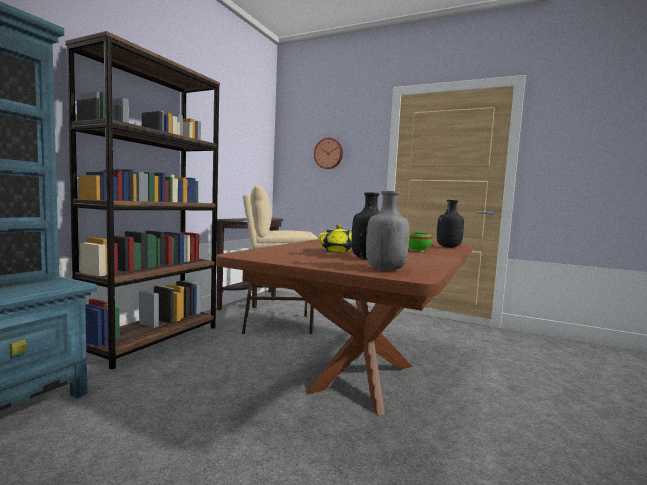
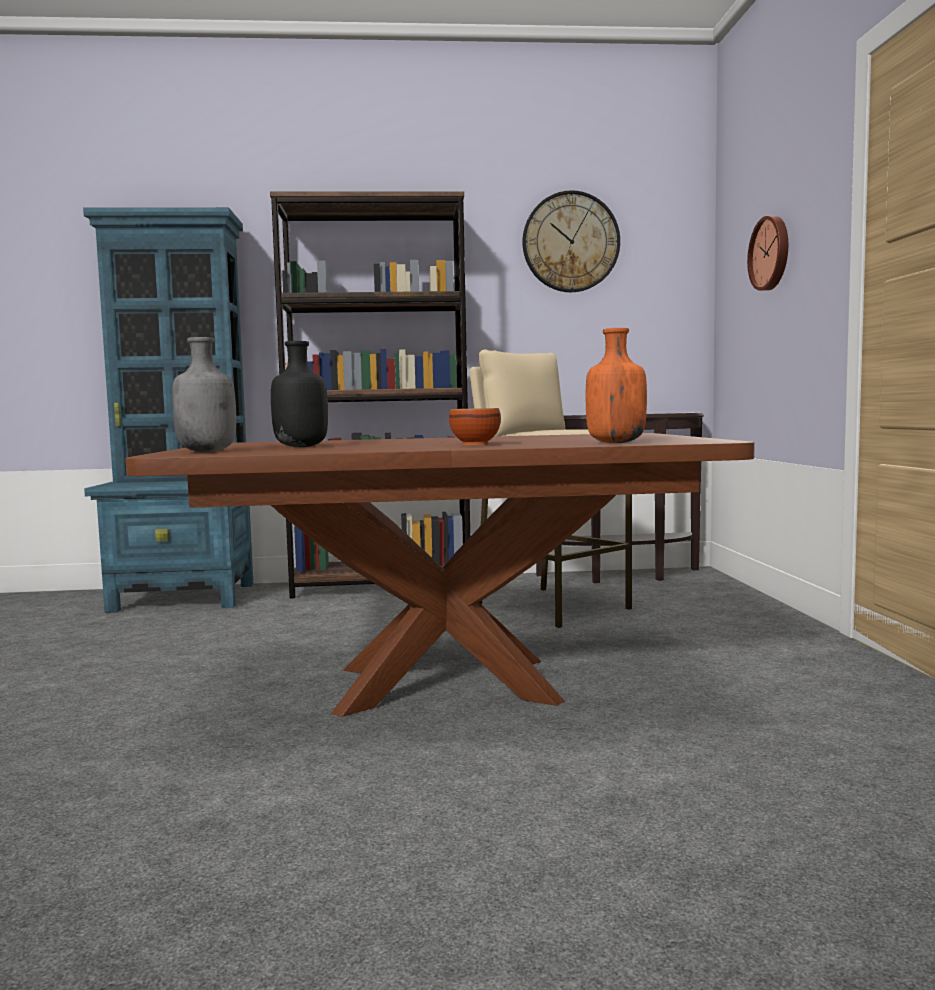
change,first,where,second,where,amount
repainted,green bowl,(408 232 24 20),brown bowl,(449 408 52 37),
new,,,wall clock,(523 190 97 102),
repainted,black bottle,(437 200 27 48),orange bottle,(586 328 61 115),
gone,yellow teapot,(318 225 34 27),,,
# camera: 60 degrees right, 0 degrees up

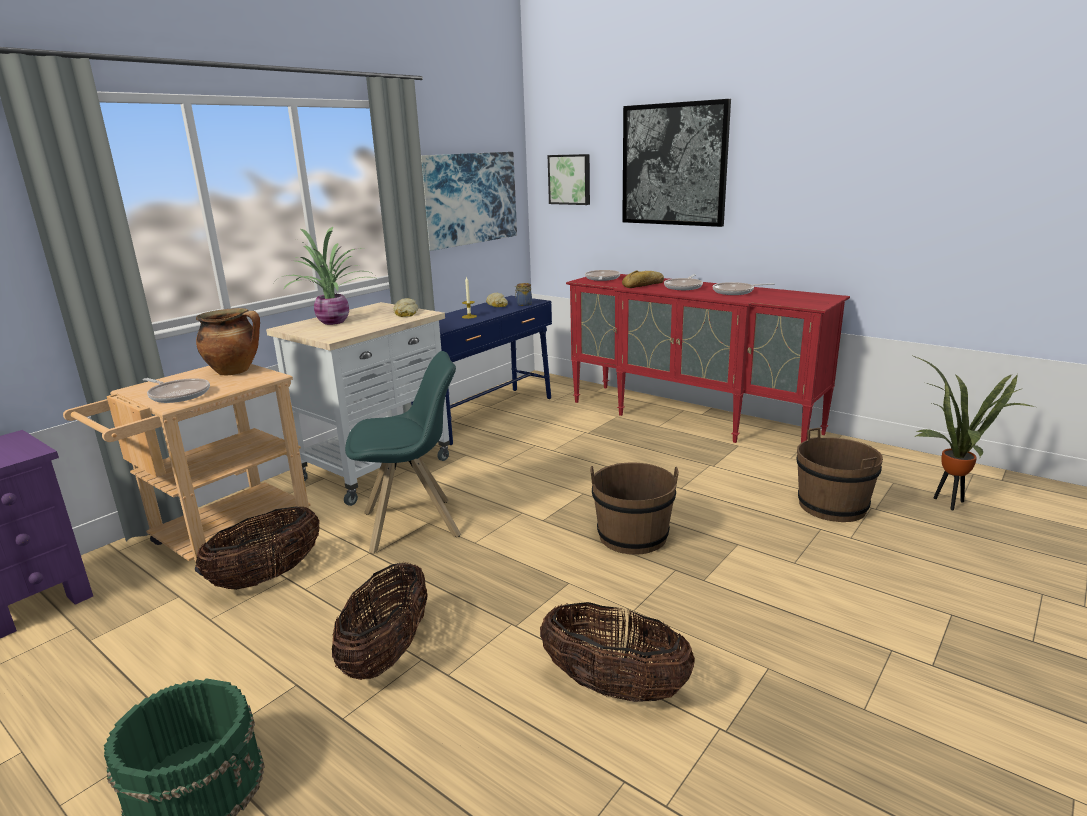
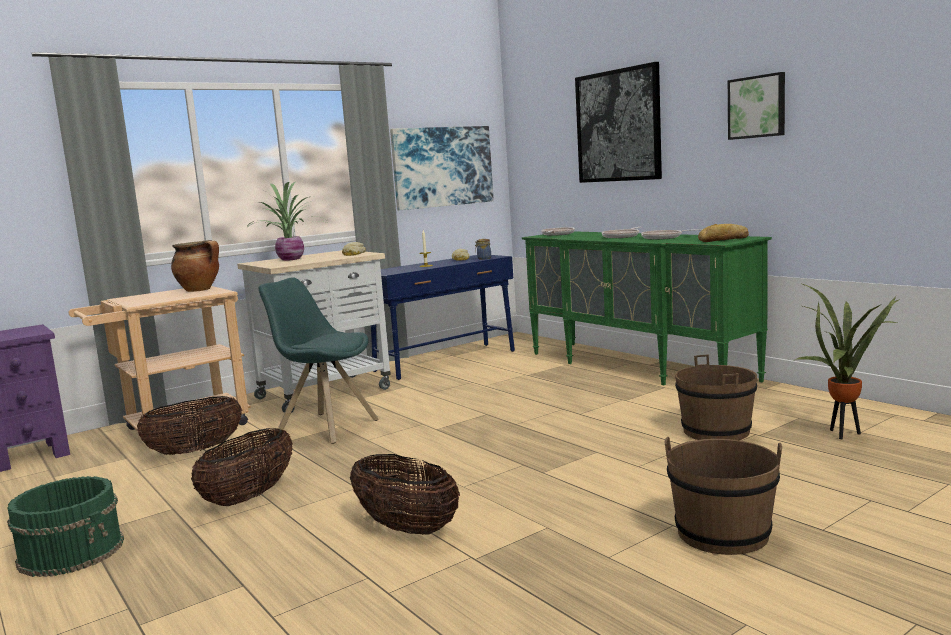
change,first,where,second,where,amount
rotated,turquoise chair,(345 351 116 203),,(259 277 120 167),150 degrees counterclockwise
repainted,red cabinet,(566 274 284 169),green cabinet,(522 231 250 154),
shifted,brown bucket,(590 462 89 93),,(665 437 117 118),
shifted,bread,(622 270 42 18),,(698 224 51 18),
shifted,picture,(548 154 42 51),,(728 72 57 68),
gone,frying pan,(143 378 67 25),,,
# camera: 15 degrees right, 10 degrees down

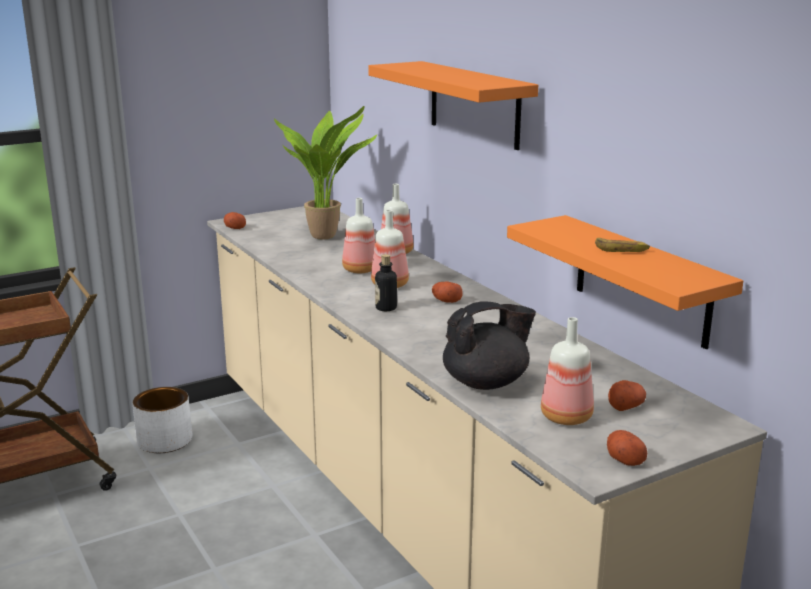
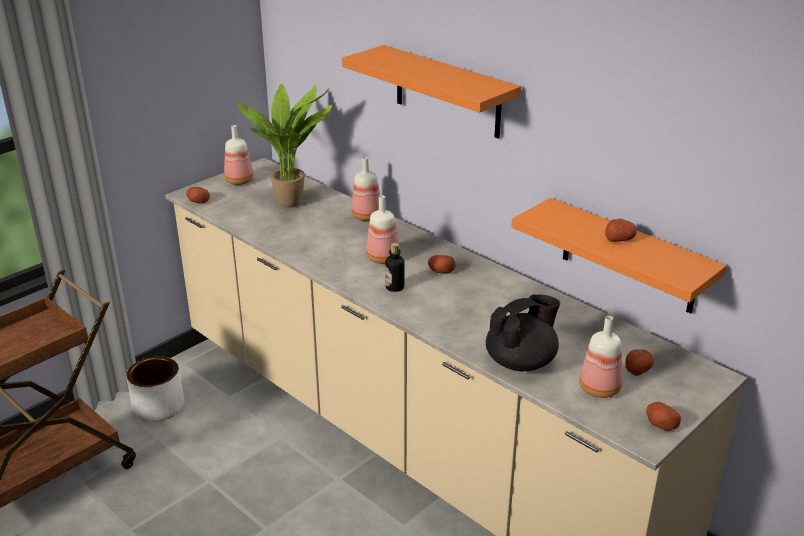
change,first,where,second,where,amount
shifted,bottle,(342 198 33 75),,(224 125 30 60),
swapped,banana,(595 238 55 14),potato,(605 219 32 23),
# camera: 15 degrees left, 10 degrees up

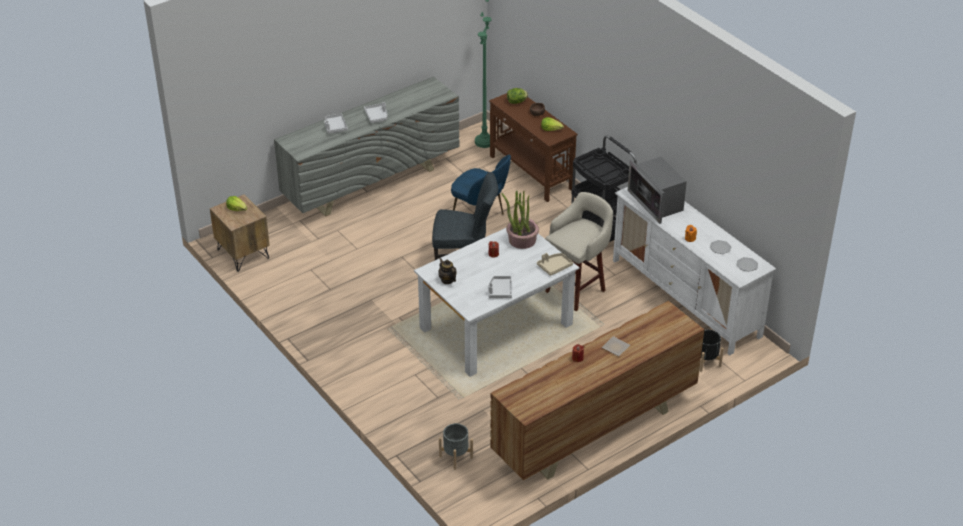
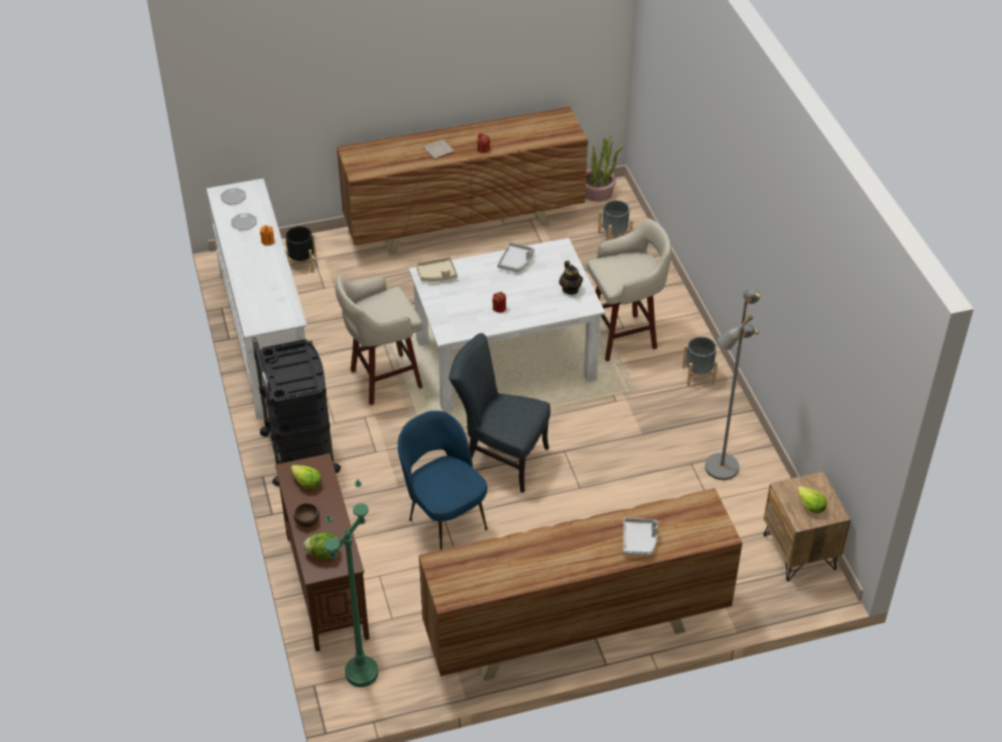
change,first,where,second,where,amount
repainted,grey cabinet,(274 76 185 140),brown cabinet,(419 488 323 193),
shifted,potted plant,(501 191 38 58),,(585 135 38 67),
new,,,beige stool,(587 218 85 144),
new,,,grey planter,(682 337 36 49),
new,,,grey floor lamp,(705 287 55 193),
gone,grey tray,(364 102 23 21),,,
gone,microwave,(628 157 59 67),,,
# camera: 160 degrees left, 5 degrees up

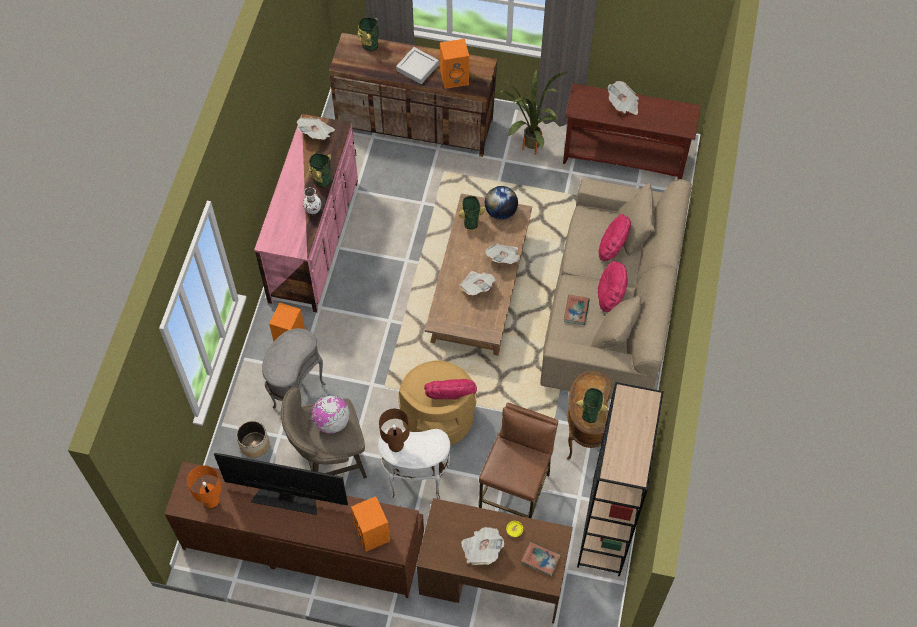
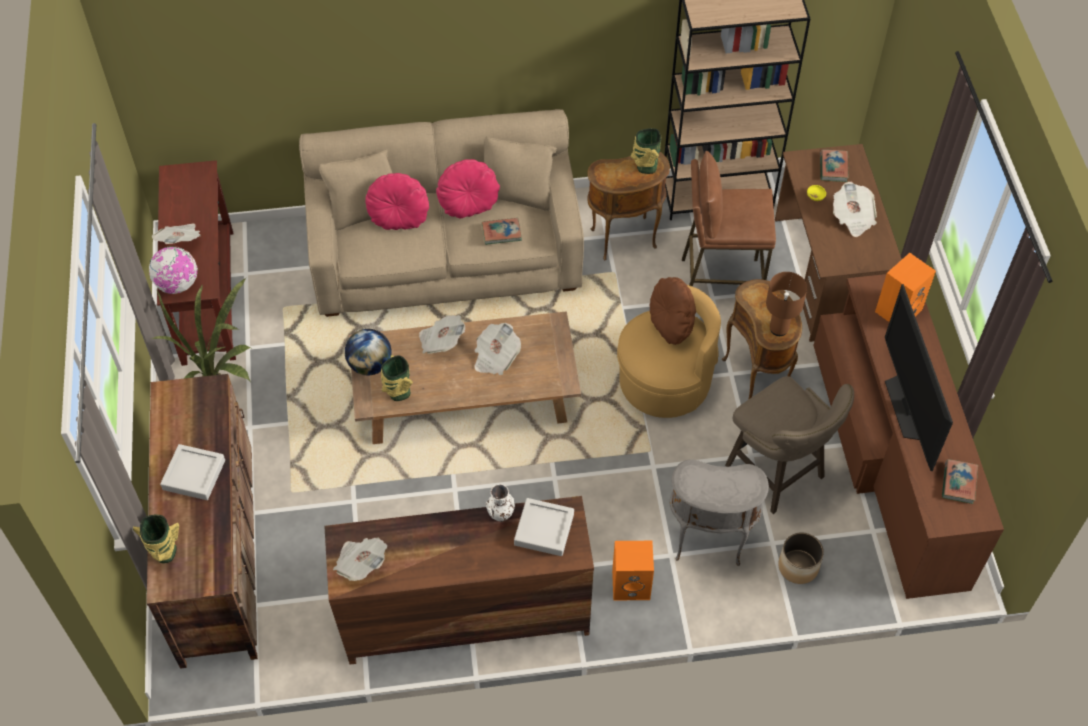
change,first,where,second,where,amount
shifted,globe,(312 395 38 39),,(149 246 49 48),
repainted,pink cabinet,(254 114 104 199),brown cabinet,(324 496 270 168),
new,,,grey tray,(514 498 60 58),
repainted,pink pillow,(424 379 53 21),brown pillow,(650 277 46 68),
repainted,white side table,(378 428 72 71),brown side table,(722 279 80 121),
swapped,orange table lamp,(187 465 35 44),book,(942 459 36 45),
gone,vase,(309 153 22 35),,,
gone,orange speaker,(440 39 29 50),,,
# camera: 110 degrees left, 5 degrees down

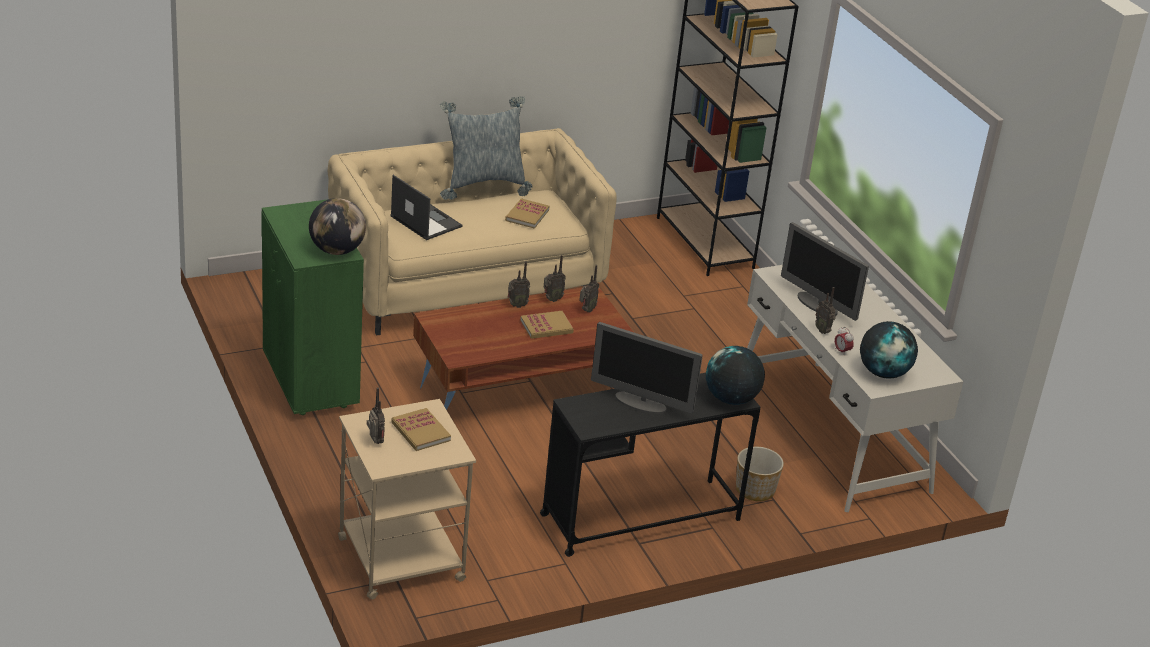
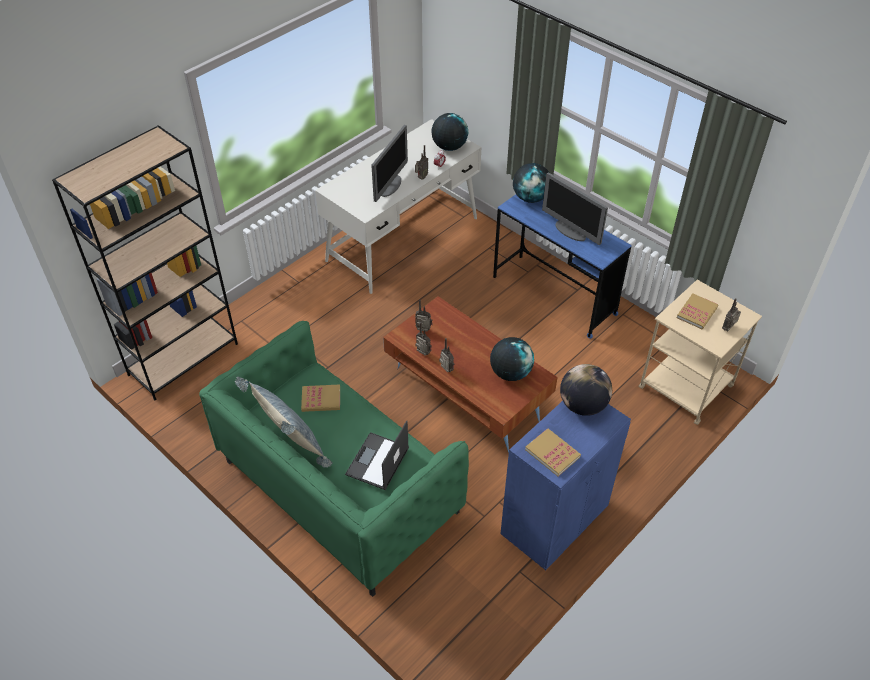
change,first,where,second,where,amount
repainted,beige sofa,(328 128 289 208),green sofa,(199 321 270 276),
new,,,globe,(490 337 44 44),
repainted,black desk,(540 373 220 184),blue desk,(493 194 139 145),
repainted,green cabinet,(261 199 103 216),blue cabinet,(500 401 131 169),
shifted,book,(520 311 54 28),,(525 428 56 48),
rotated,monitor,(591 322 112 92),,(542 172 66 73),135 degrees clockwise
gone,planter,(736 447 48 54),,,
# camera: 110 degrees left, 15 degrees up

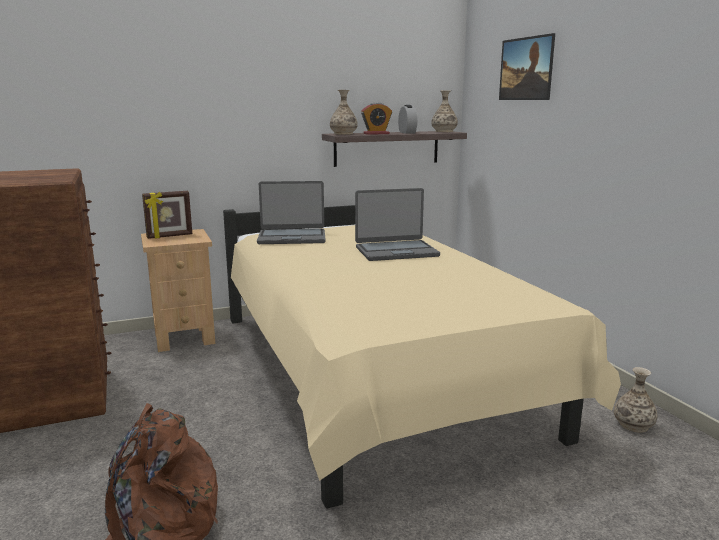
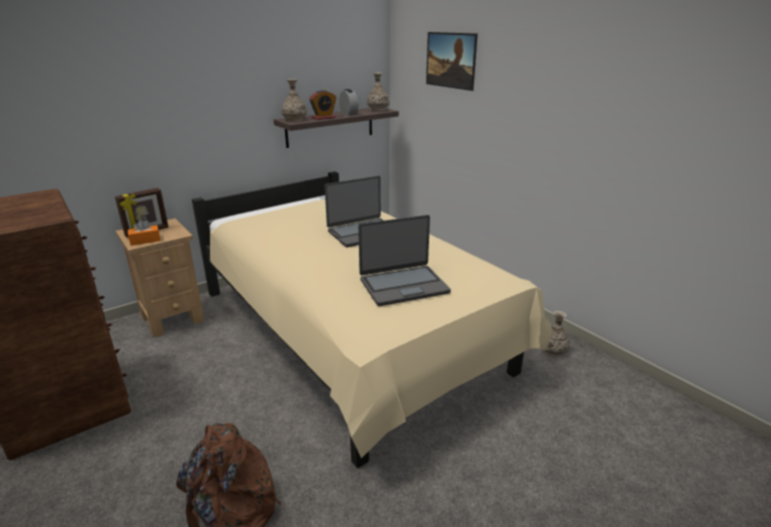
change,first,where,second,where,amount
new,,,orange tissue box,(128 219 33 27),
shifted,laptop,(257 181 69 63),,(358 215 93 91),
# camera: 15 degrees left, 10 degrees up

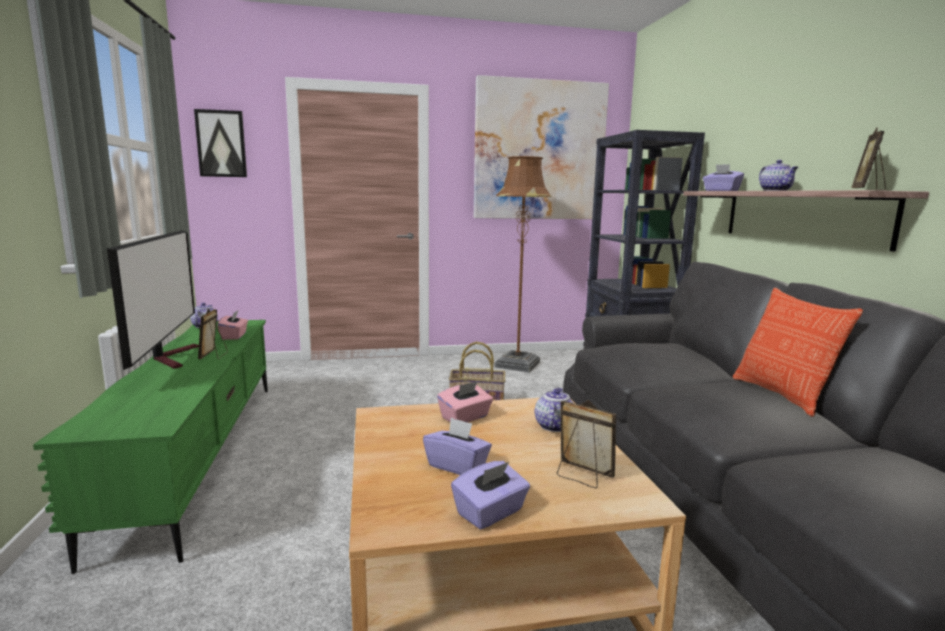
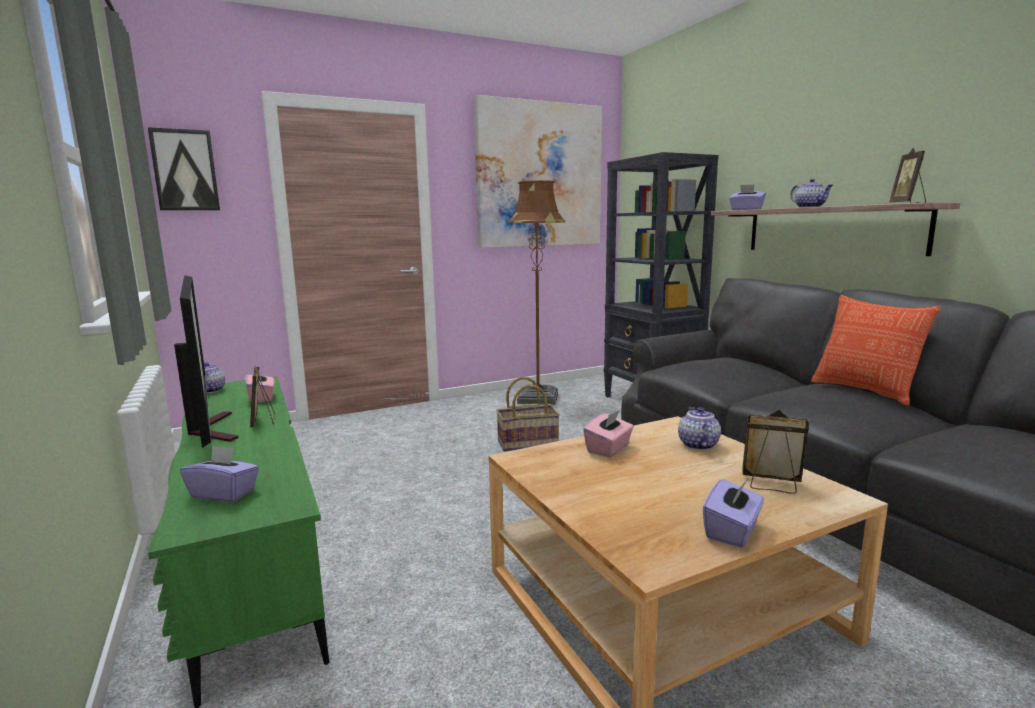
change,first,where,second,where,amount
shifted,purple tissue box,(423 418 69 57),,(180 445 79 57),
# camera: 15 degrees left, 0 degrees up

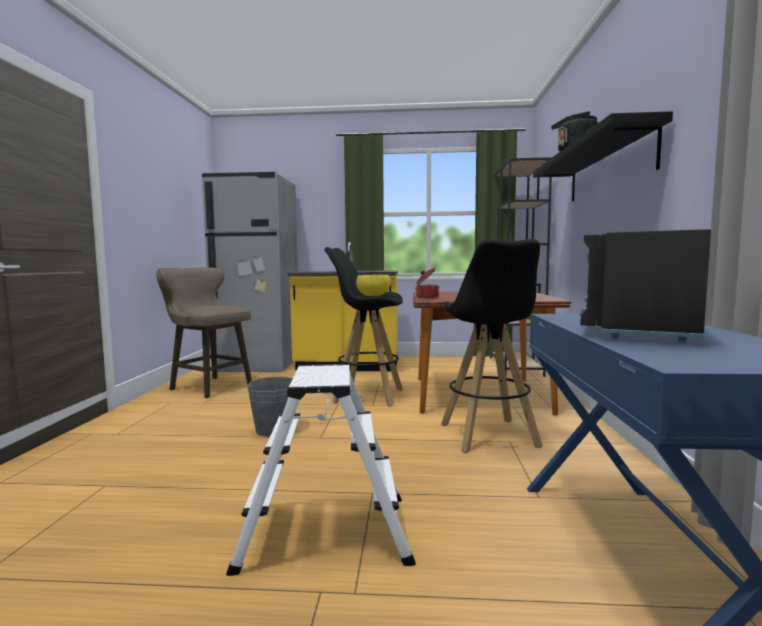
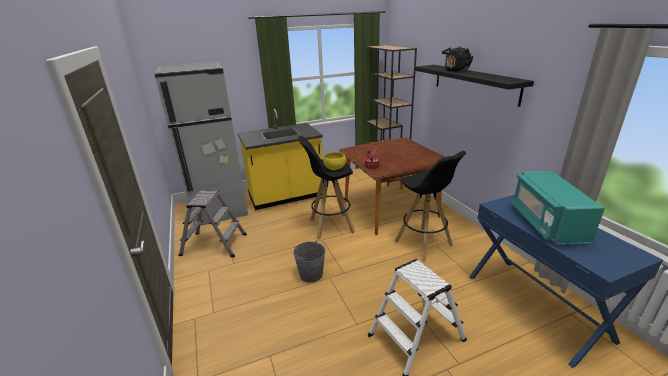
change,first,where,second,where,amount
swapped,beige stool,(156 267 96 131),grey step ladder,(179 190 68 68),
repainted,black microwave,(579 229 132 113),turquoise microwave,(511 171 94 74),
# camera: 25 degrees left, 20 degrees up

